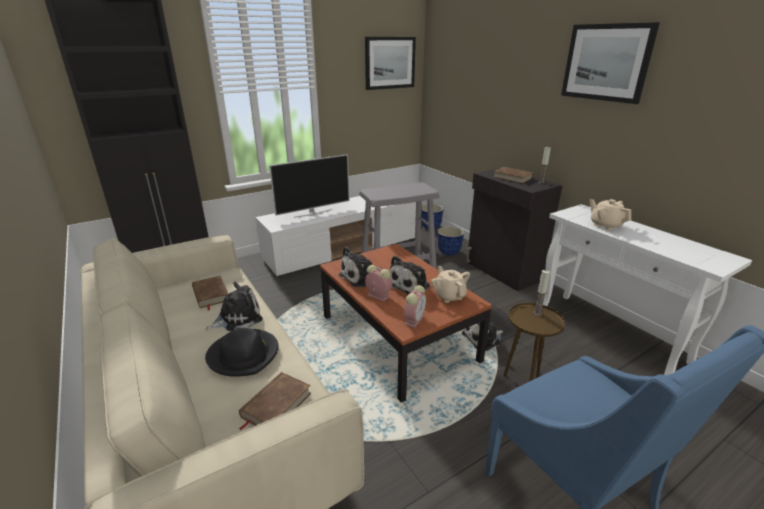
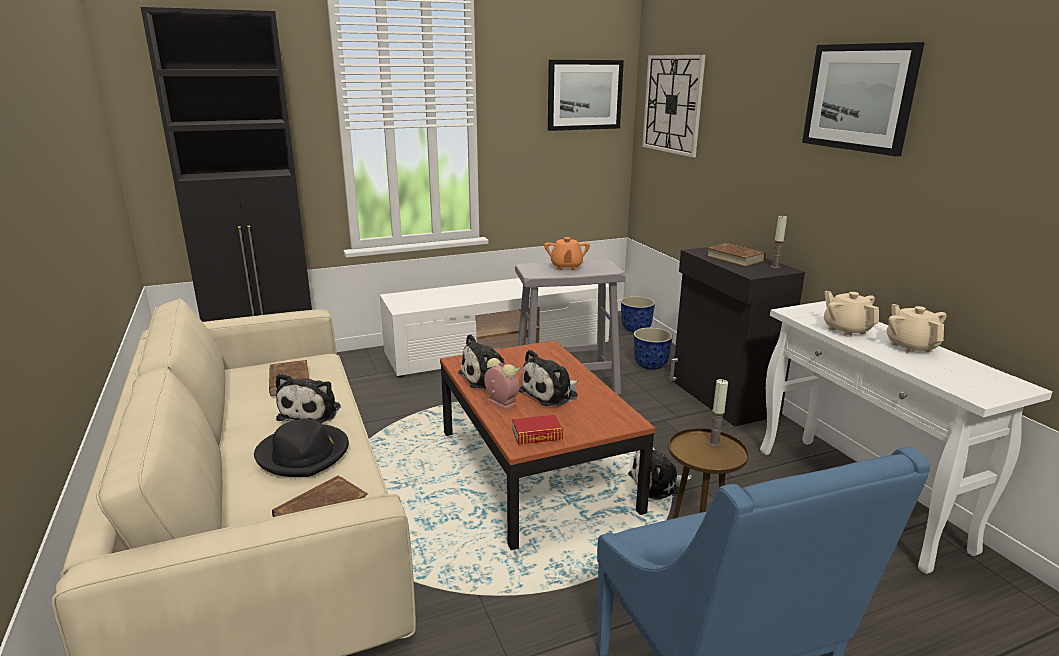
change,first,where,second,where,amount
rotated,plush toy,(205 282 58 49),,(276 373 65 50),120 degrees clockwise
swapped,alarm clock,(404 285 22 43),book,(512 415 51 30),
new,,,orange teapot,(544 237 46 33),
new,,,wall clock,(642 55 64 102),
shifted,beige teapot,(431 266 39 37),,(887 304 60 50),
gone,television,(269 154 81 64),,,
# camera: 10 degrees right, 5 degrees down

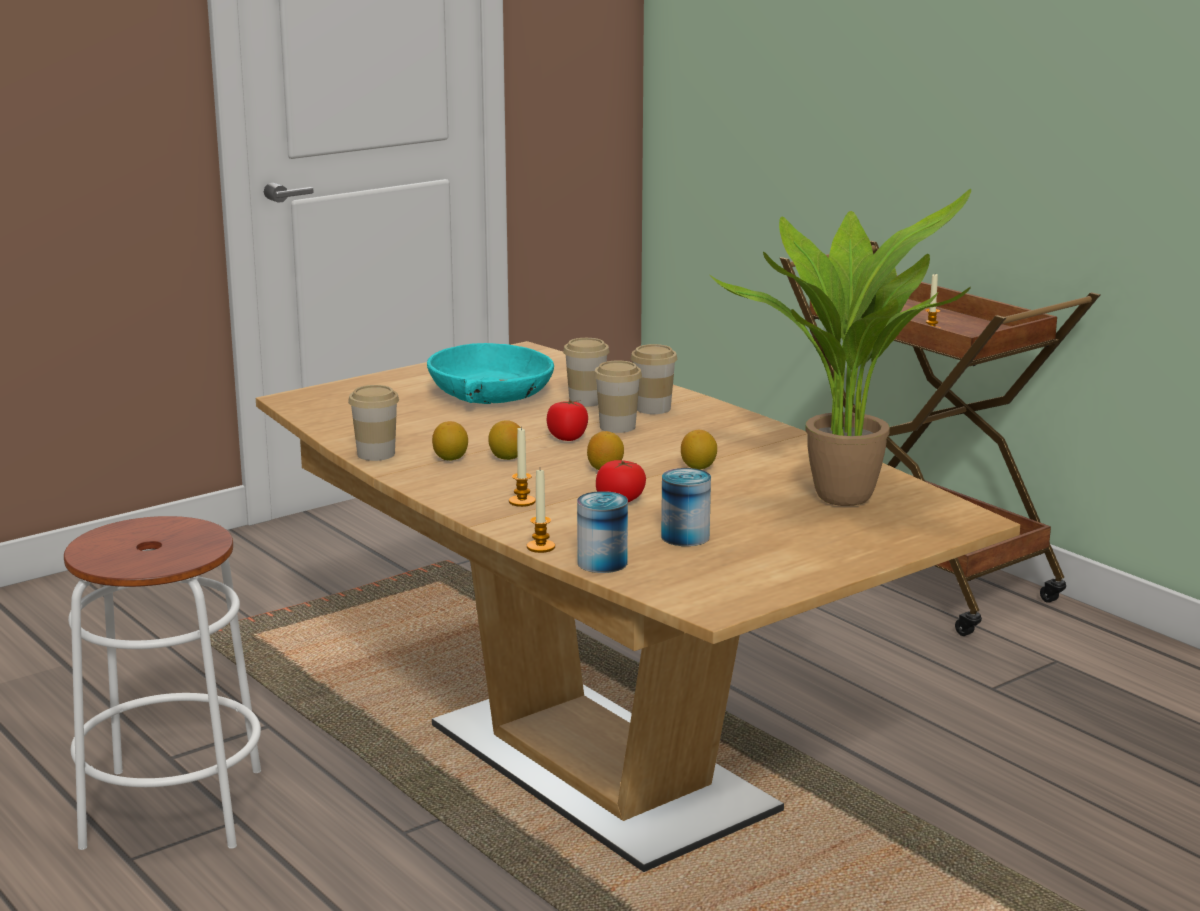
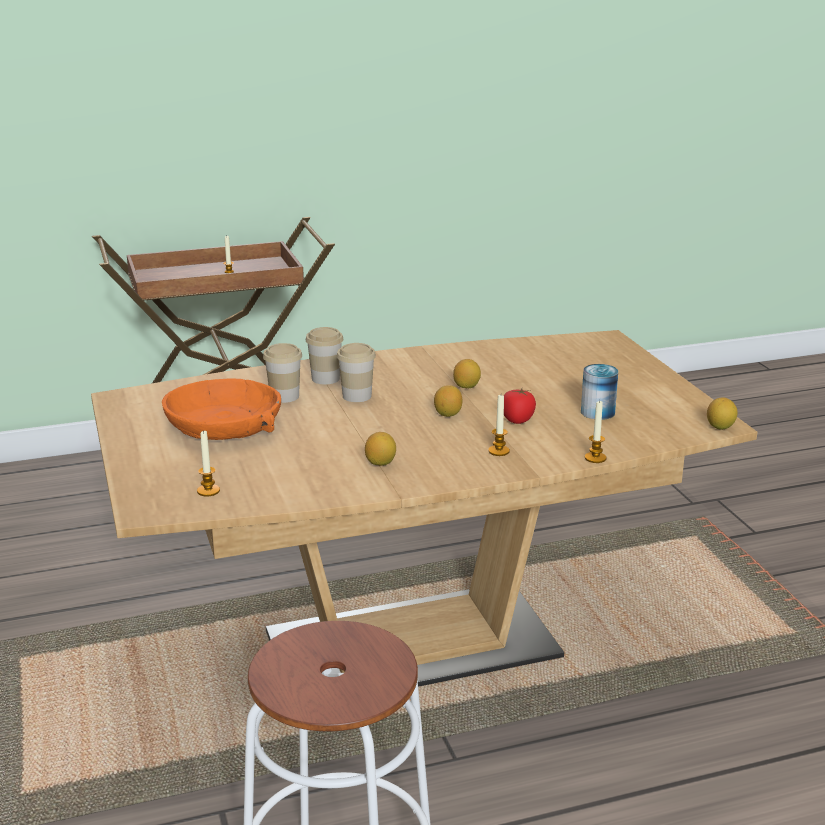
change,first,where,second,where,amount
repainted,turquoise bowl,(427 343 127 61),orange bowl,(162 378 119 62),
new,,,candle,(197 430 23 67),
shifted,lemon,(488 420 33 40),,(707 397 31 33),
gone,cup,(348 385 51 76),,,
gone,tomato,(547 399 41 42),,,
gone,can,(577 491 51 82),,,
gone,potted plant,(710 189 261 317),,,
# camera: 70 degrees left, 5 degrees up

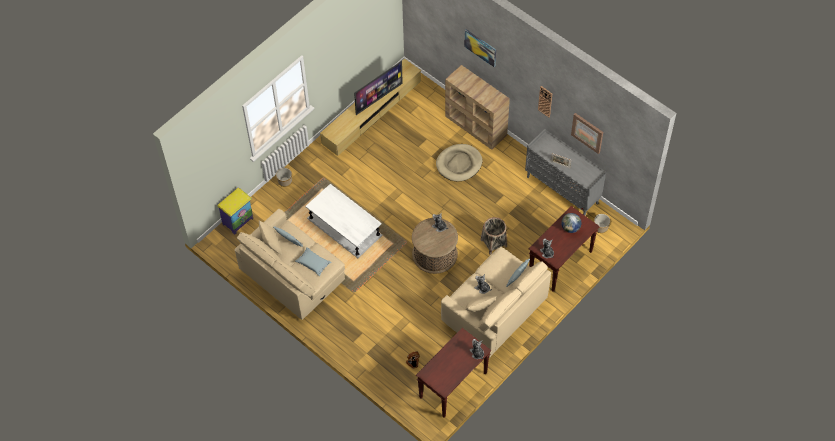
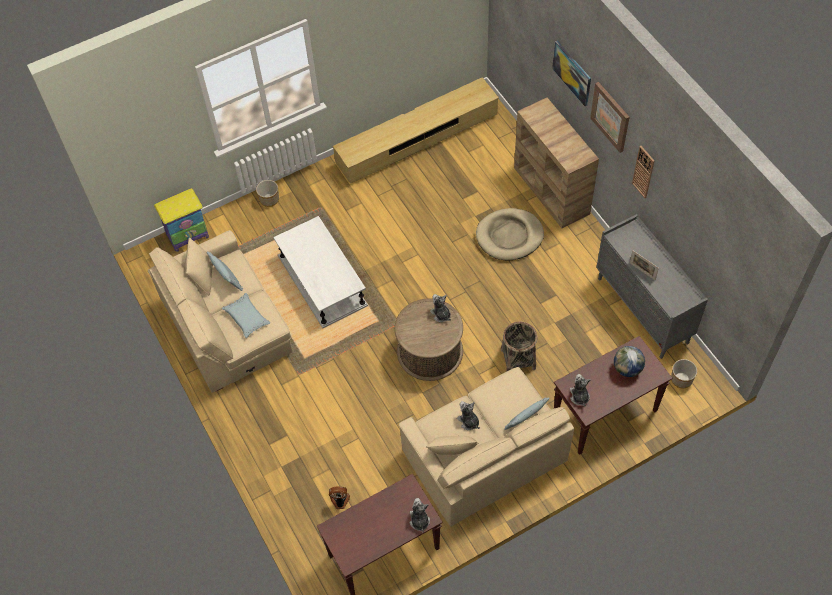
change,first,where,second,where,amount
shifted,picture,(571 113 32 41),,(590 82 39 71),
gone,television,(354 61 49 54),,,
# camera: 20 degrees right, 0 degrees up

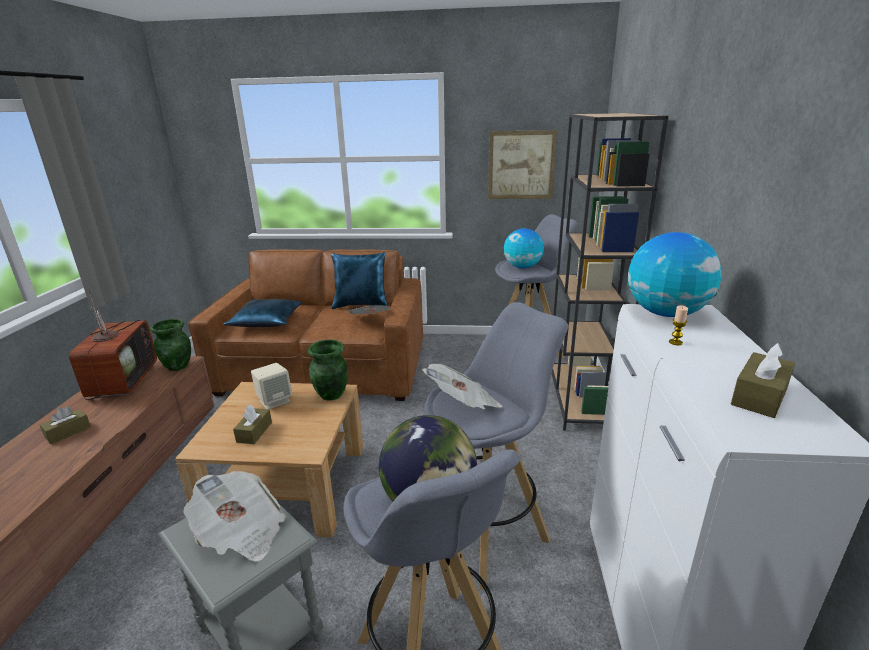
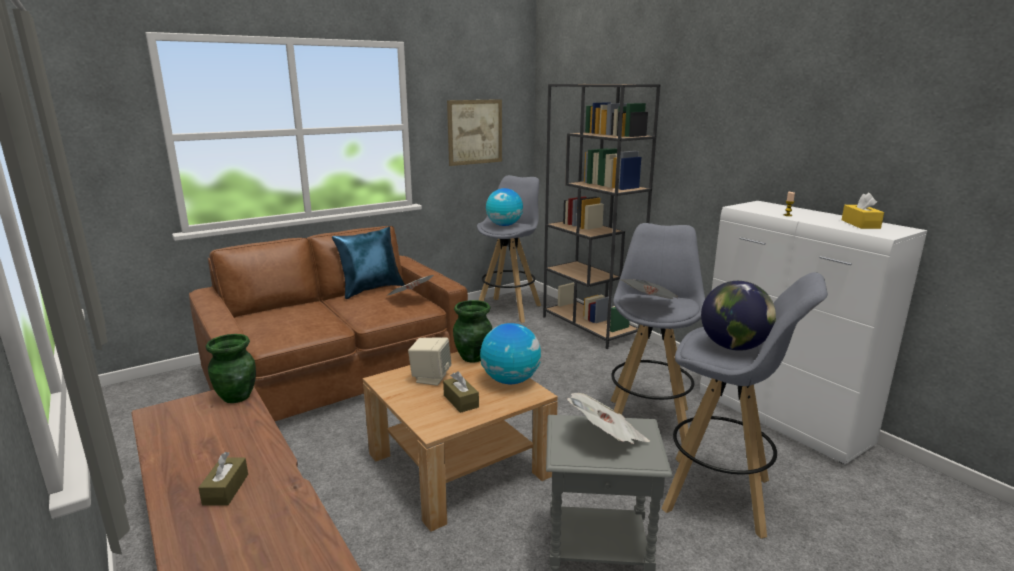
change,first,where,second,where,amount
shifted,globe,(627 232 94 85),,(480 323 61 61),
repainted,brown tissue box,(731 343 64 75),yellow tissue box,(842 192 42 37),
gone,television,(69 287 88 113),,,
gone,blue pillow,(223 299 79 28),,,
# camera: 40 degrees left, 5 degrees down

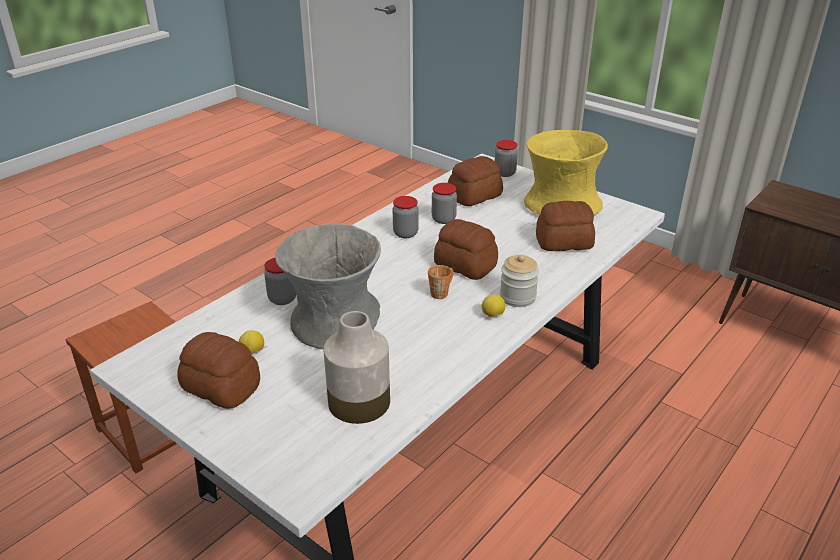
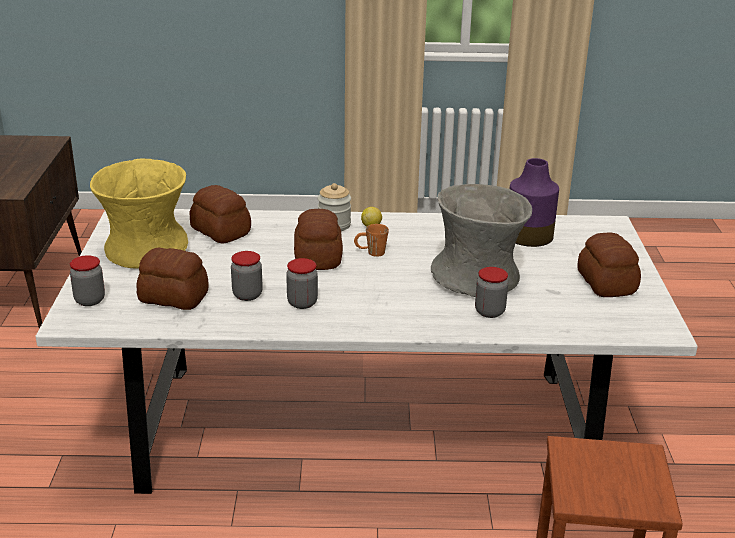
change,first,where,second,where,amount
repainted,beige vase,(324 311 66 113),purple vase,(509 158 50 89),
gone,lemon,(238 330 26 25),,,
# camera: 130 degrees left, 5 degrees down

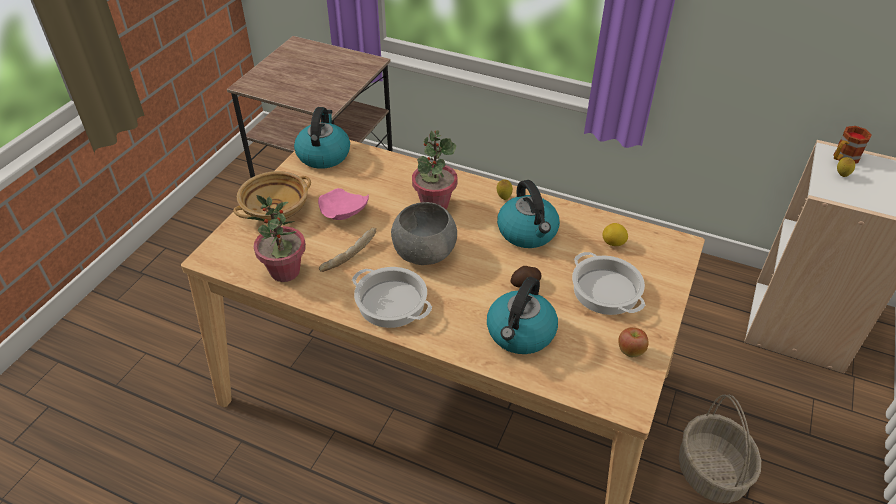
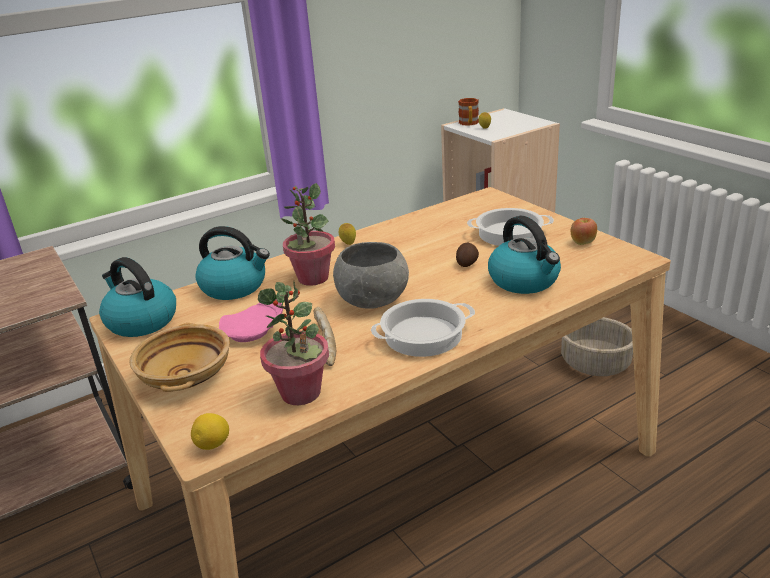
change,first,where,second,where,amount
shifted,lemon,(603 223 25 23),,(191 413 38 37),
shifted,kettle,(497 180 63 68),,(195 226 75 74),
# camera: 55 degrees left, 15 degrees down

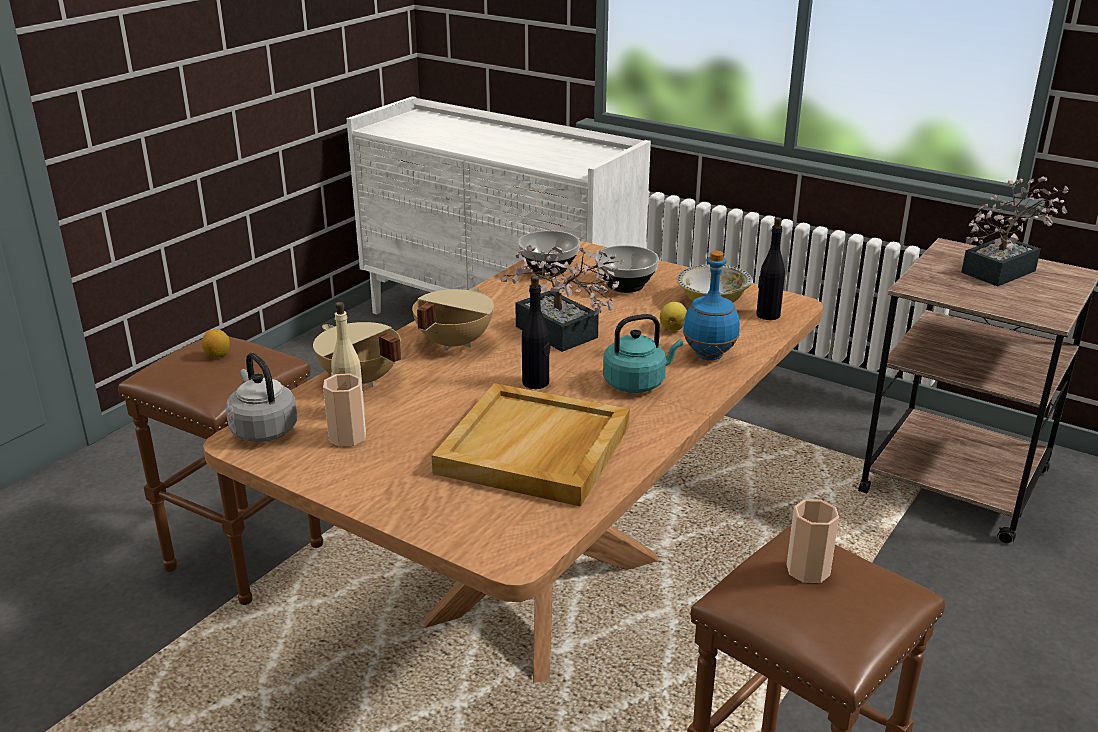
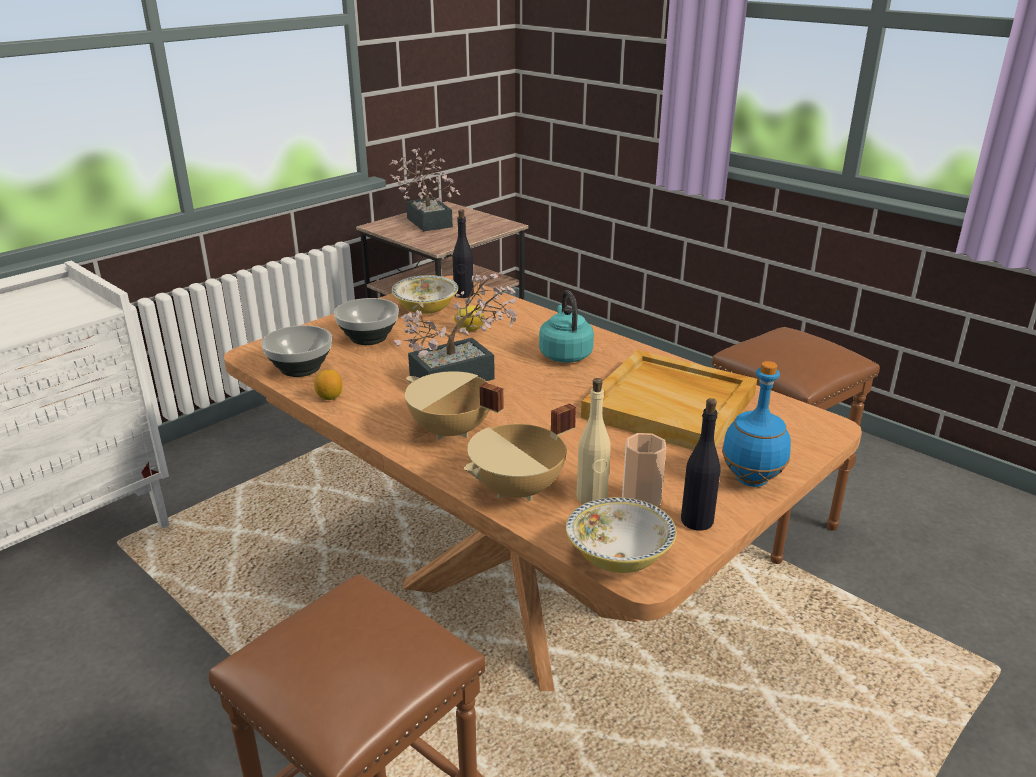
change,first,where,second,where,amount
shifted,lemon,(202 329 28 29),,(314 370 28 30),
swapped,grey kettle,(226 353 71 89),bowl,(566 497 110 76),
shifted,black bottle,(522 275 28 114),,(681 398 39 133),
shifted,blue bottle,(683 251 57 109),,(722 361 69 126),
gone,cup,(787 499 52 84),,,
# camera: 80 degrees left, 0 degrees up

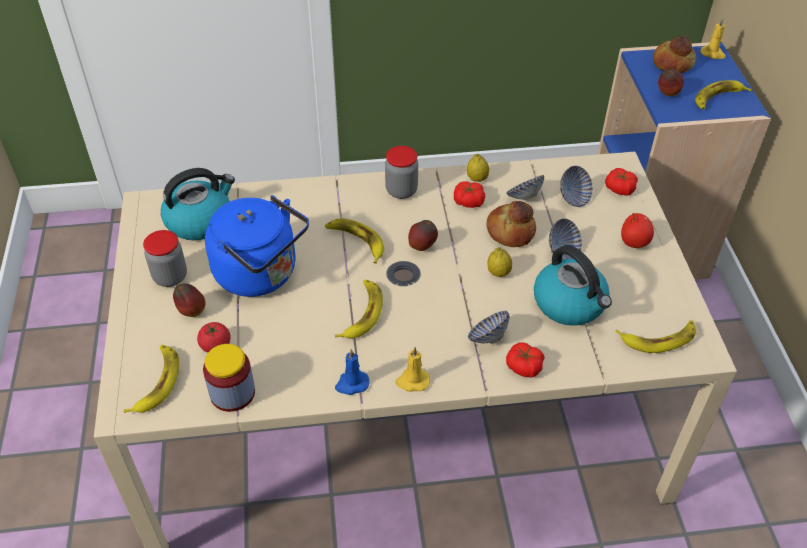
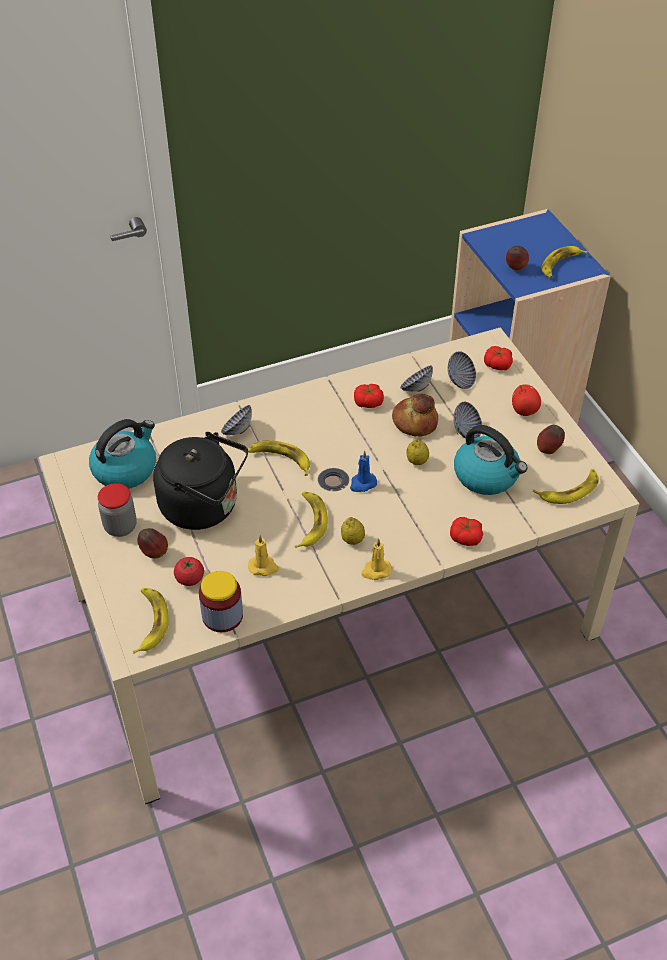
change,first,where,second,where,amount
repainted,blue kettle,(205 195 104 102),black kettle,(153 432 95 98),
shifted,bowl,(468 311 41 33),,(221 405 31 30),
shifted,yellow candle,(700 18 26 41),,(248 535 31 41),
shifted,lemon,(467 154 22 28),,(341 517 24 28),
shifted,blue candle,(335 349 34 46),,(350 450 27 42),
shifted,apple,(408 220 30 31),,(537 425 28 29),
gone,jar,(385 146 33 53),,,
gone,bread,(653 35 43 38),,,
# camera: 15 degrees left, 0 degrees up

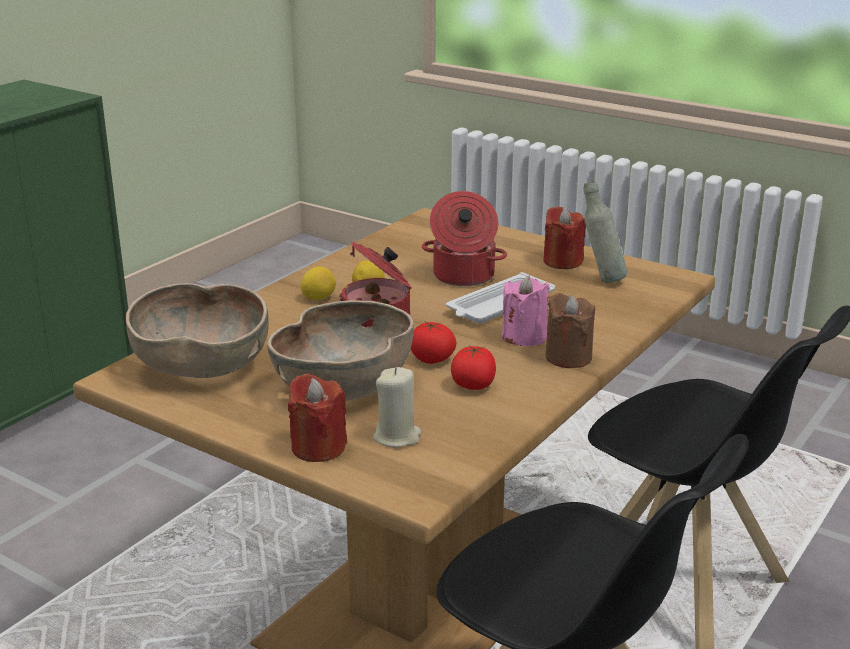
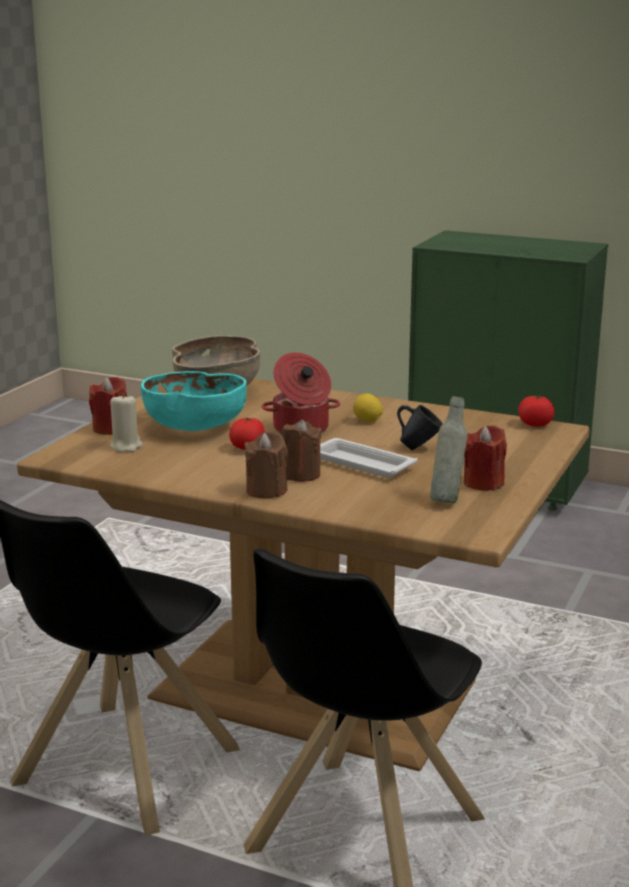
change,first,where,second,where,amount
repainted,brown bowl,(267 300 147 101),turquoise bowl,(141 371 106 60),
repainted,pink candle,(502 275 48 71),brown candle,(280 419 42 63),
swapped,cooking pot,(422 191 85 95),blue mug,(397 405 46 45),
shifted,tomato,(451 346 45 44),,(518 396 36 31),
gone,lemon,(301 267 35 33),,,
# camera: 80 degrees right, 5 degrees down

